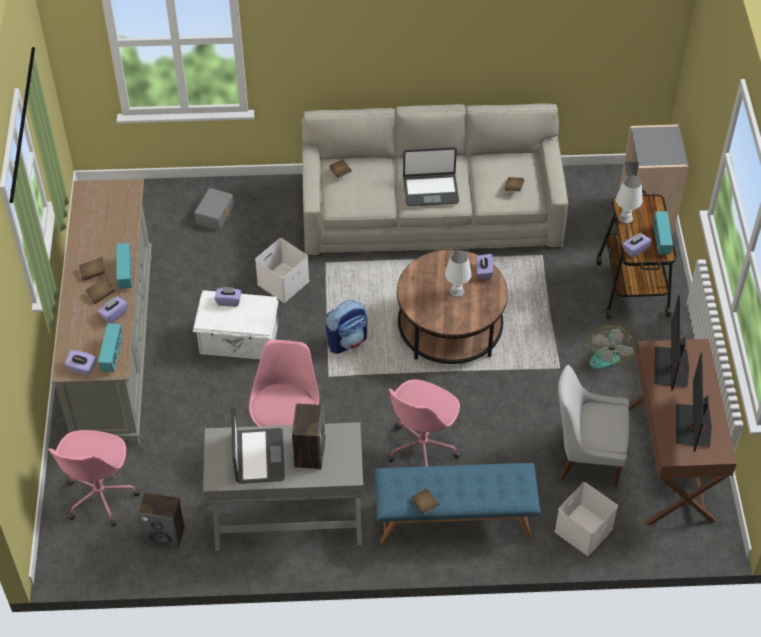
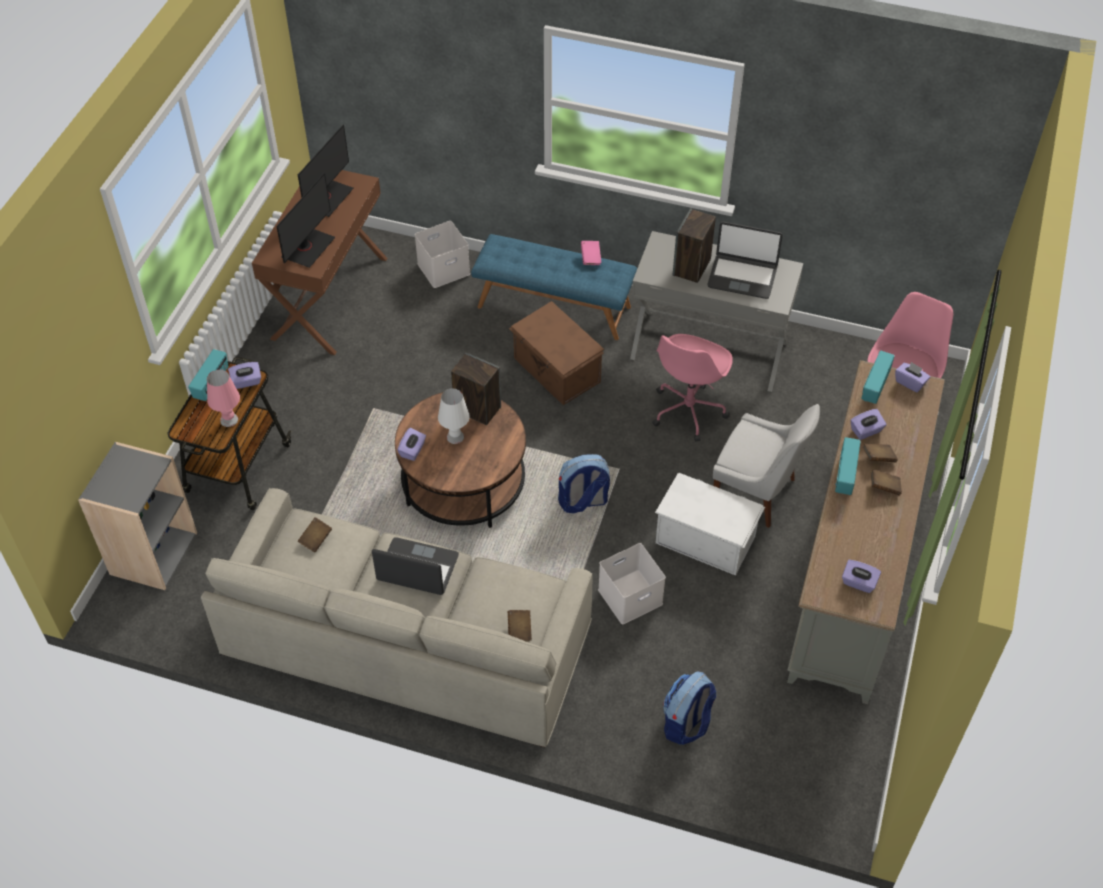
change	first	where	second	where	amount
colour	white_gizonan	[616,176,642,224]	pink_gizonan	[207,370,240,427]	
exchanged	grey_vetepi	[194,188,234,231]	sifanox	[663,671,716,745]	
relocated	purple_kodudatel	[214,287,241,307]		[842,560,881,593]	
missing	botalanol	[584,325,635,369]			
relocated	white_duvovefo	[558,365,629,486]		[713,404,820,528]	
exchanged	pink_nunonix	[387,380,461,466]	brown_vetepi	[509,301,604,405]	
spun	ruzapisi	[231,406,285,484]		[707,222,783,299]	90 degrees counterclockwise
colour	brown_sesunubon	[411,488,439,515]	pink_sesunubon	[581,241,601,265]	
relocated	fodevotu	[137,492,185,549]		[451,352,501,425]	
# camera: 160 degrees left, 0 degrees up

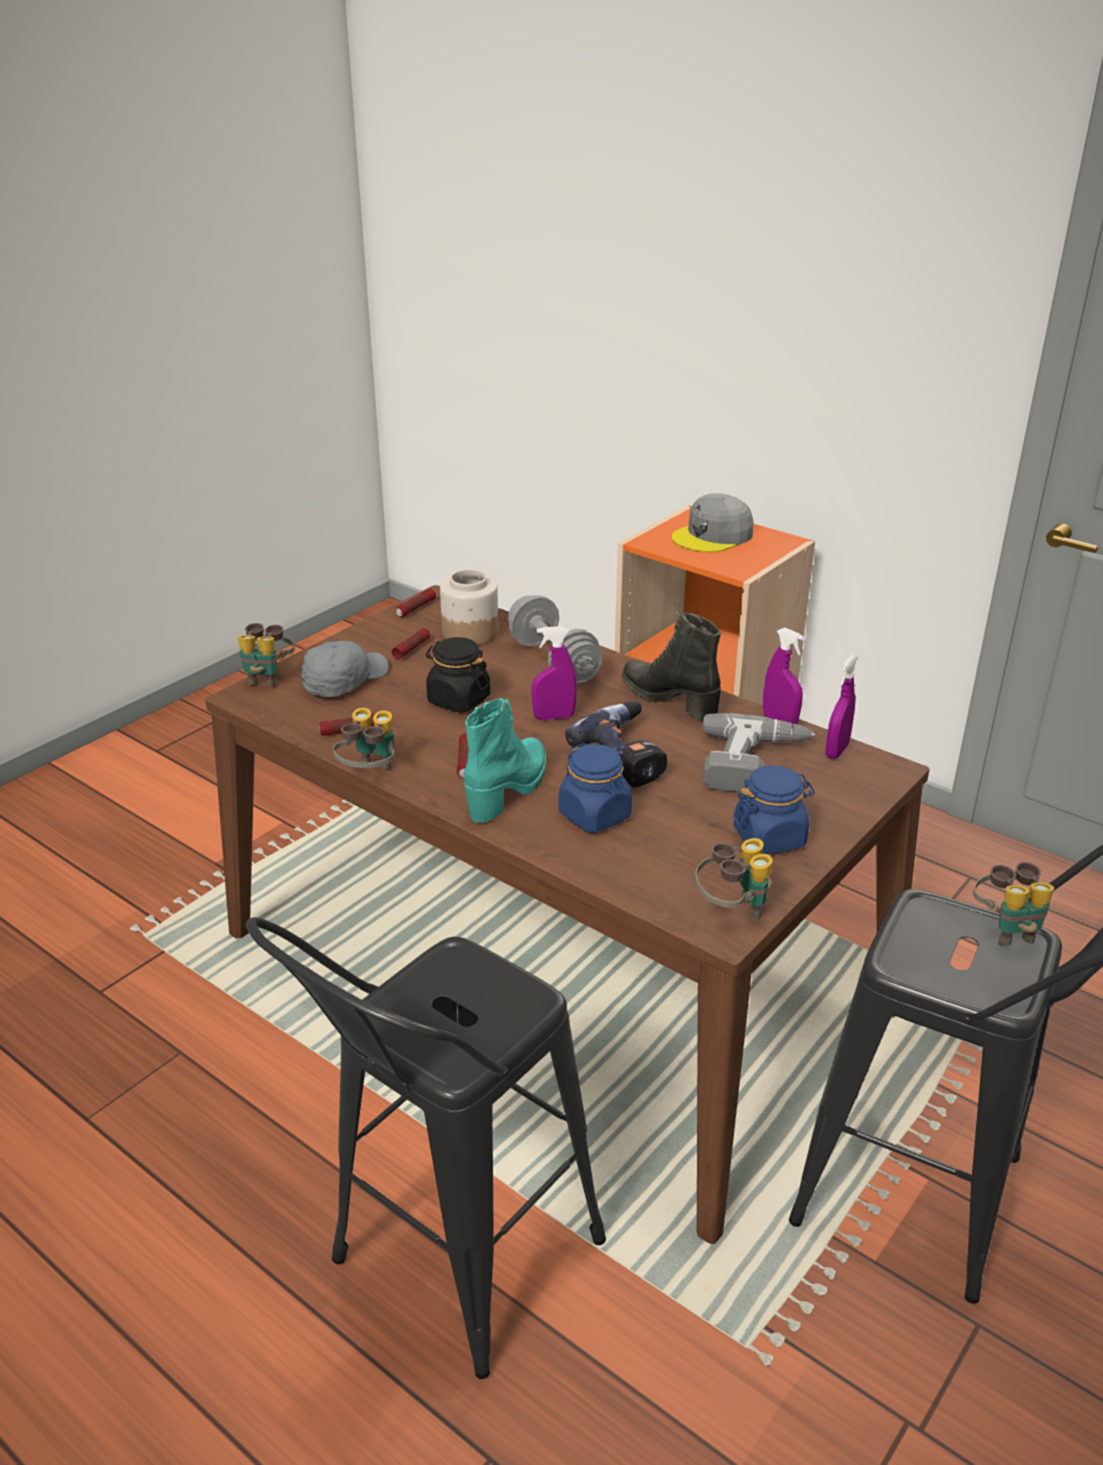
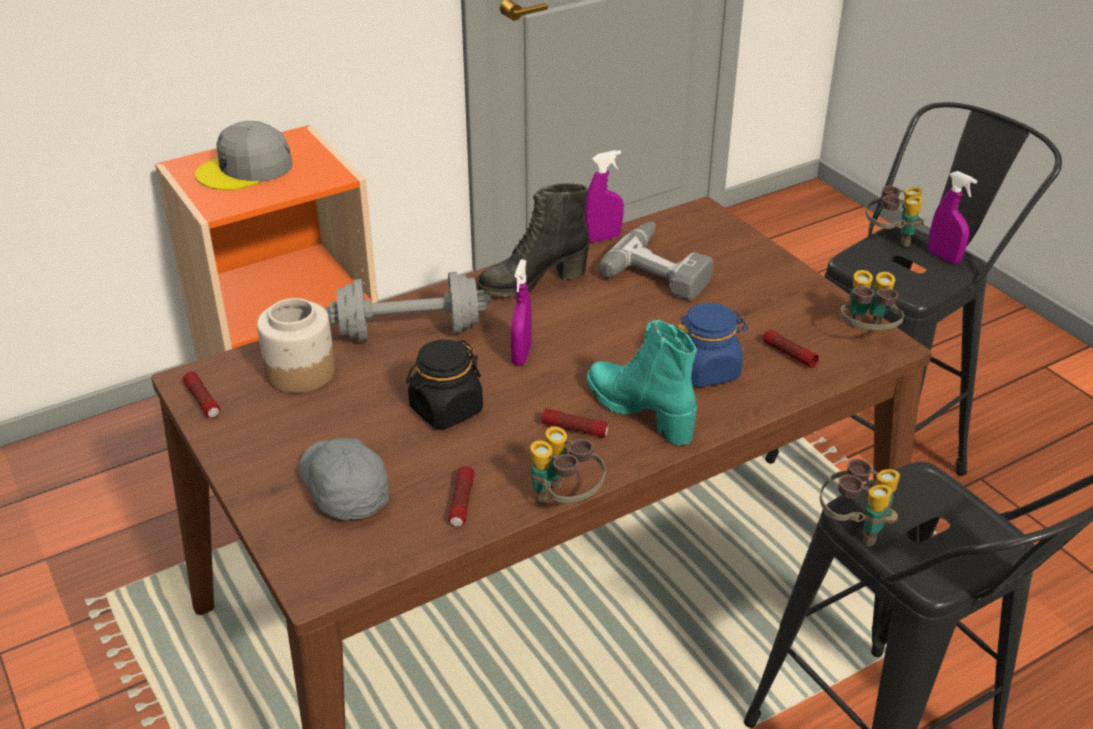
change	first	where	second	where	amount
spun	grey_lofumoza	[671,493,754,552]		[195,121,293,190]	75 degrees clockwise
relocated	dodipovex	[238,623,295,687]		[820,459,900,546]	
relocated	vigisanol	[392,628,430,659]		[763,330,819,368]	
relocated	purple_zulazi	[825,655,857,759]		[928,171,977,264]	
missing	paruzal	[565,701,667,788]			
missing	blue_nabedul	[733,765,815,854]			
# camera: 70 degrees left, 5 degrees up

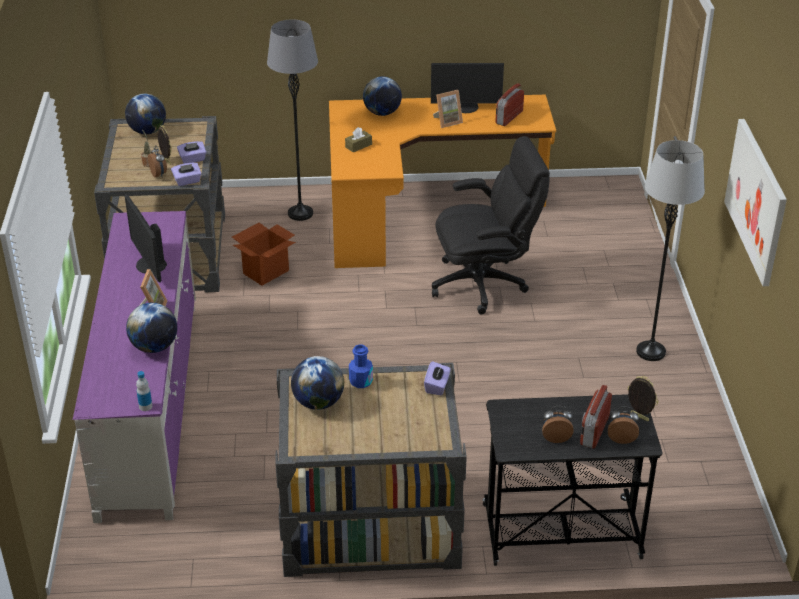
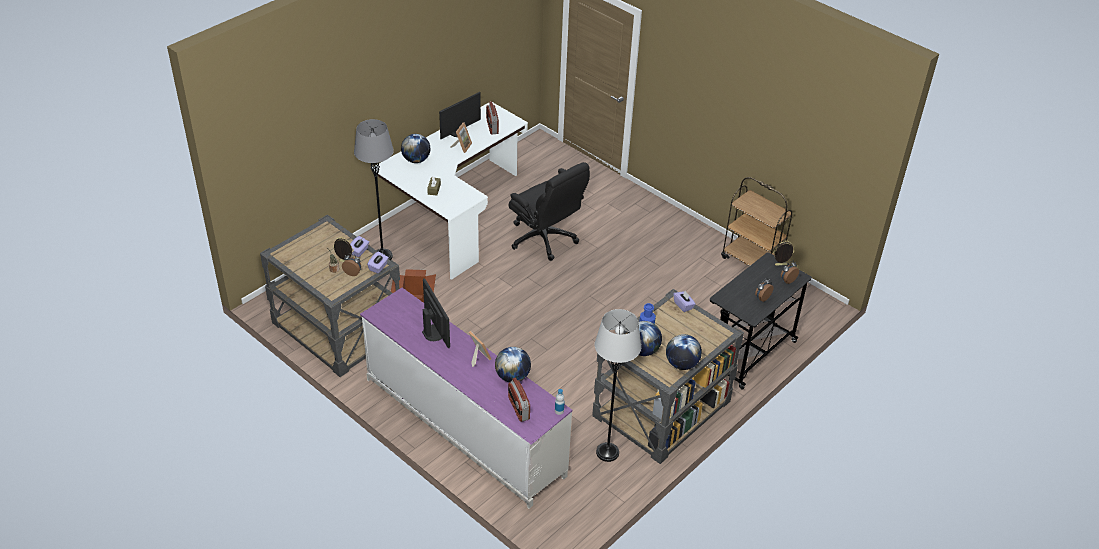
change	first	where	second	where	amount
relocated	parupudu	[125,94,166,134]		[666,334,702,370]	
colour	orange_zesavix	[329,95,556,268]	white_zesavix	[372,102,528,280]	
missing	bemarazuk	[724,119,787,286]			
spun	black_nunonix	[432,136,550,314]		[509,162,590,261]	105 degrees clockwise
relocated	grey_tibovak	[636,140,705,361]		[595,309,641,462]	
spun	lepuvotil	[125,194,167,283]		[422,278,450,348]	135 degrees counterclockwise
relocated	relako	[580,385,612,448]		[508,378,530,422]	
appeared			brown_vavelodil	[721,177,792,266]	
# camera: 45 degrees left, 5 degrees up

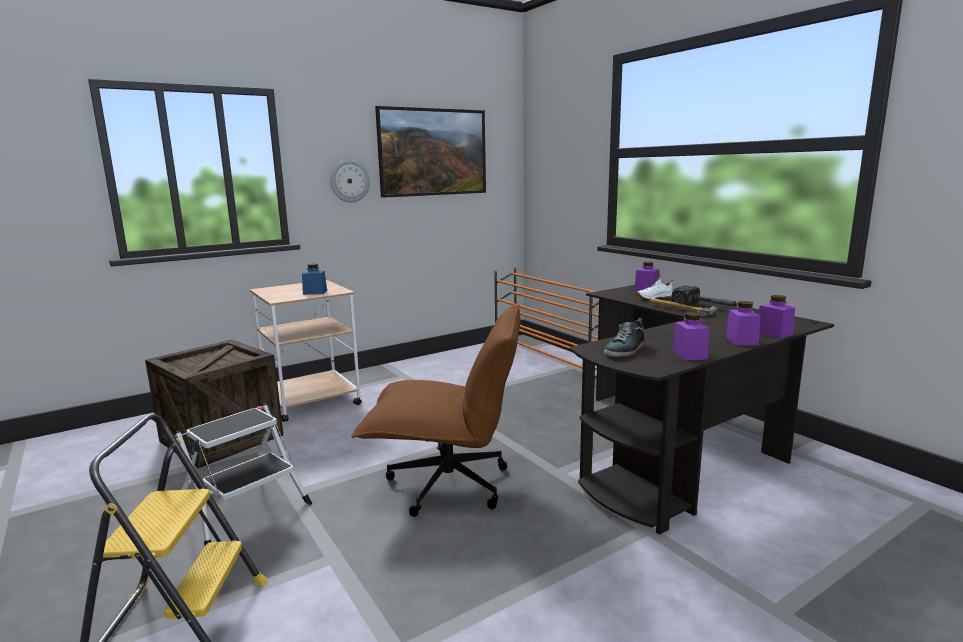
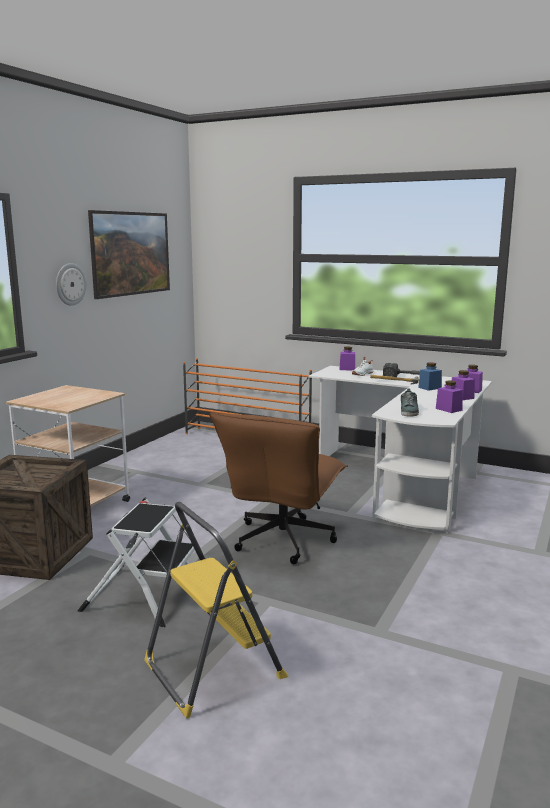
change	first	where	second	where	amount
relocated	blue_nabedul	[302,264,327,295]		[418,362,442,391]	
colour	black_zesavix	[570,285,834,535]	white_zesavix	[309,366,492,533]	
spun	brown_nunonix	[351,304,521,517]		[209,412,348,564]	135 degrees clockwise
# camera: 30 degrees left, 0 degrees up

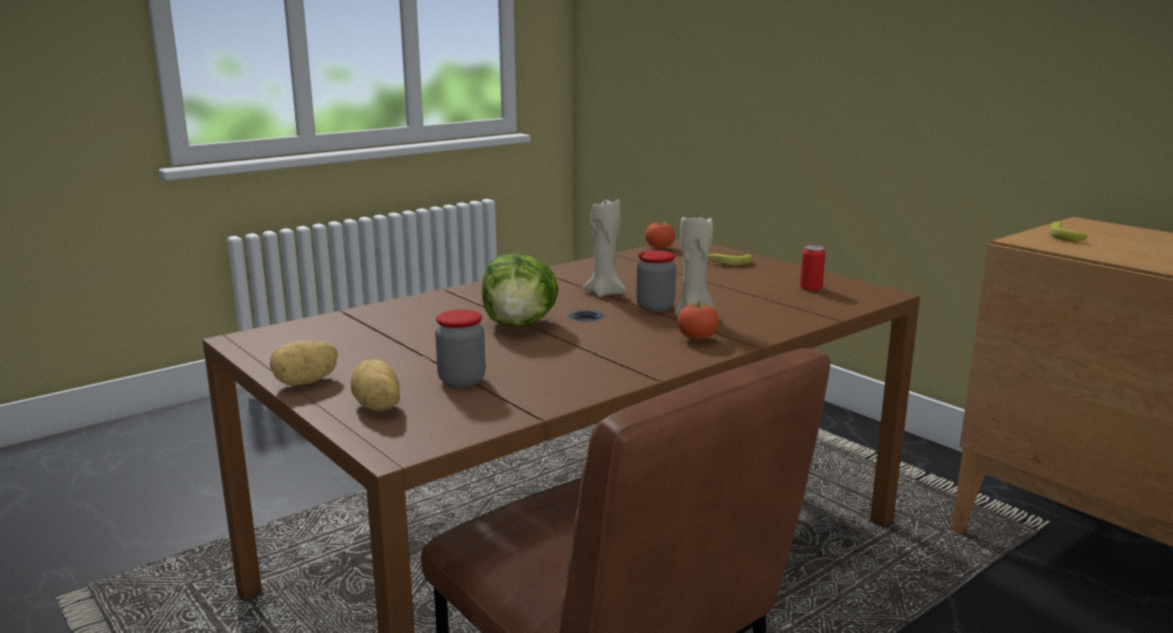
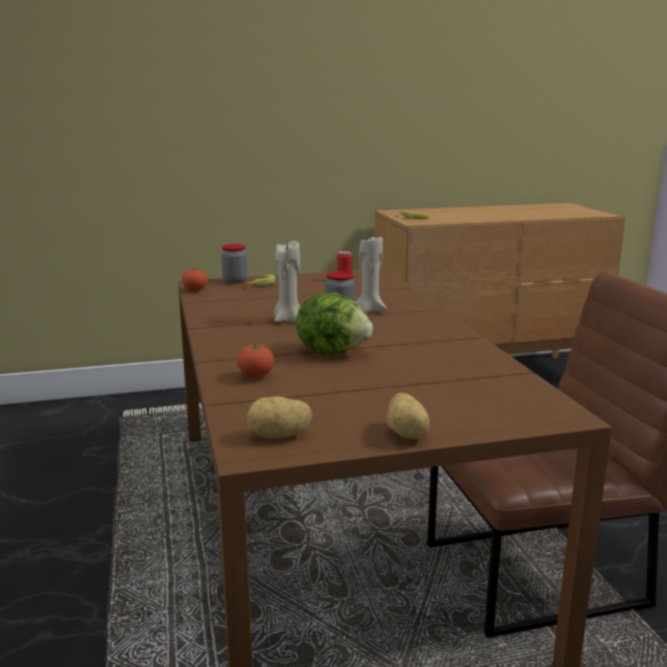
change	first	where	second	where	amount
relocated	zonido	[677,302,719,340]		[237,343,274,378]	
relocated	nabedul	[435,309,486,388]		[221,244,247,284]	
relocated	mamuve	[350,359,400,411]		[247,397,313,438]	
# camera: 65 degrees left, 0 degrees up

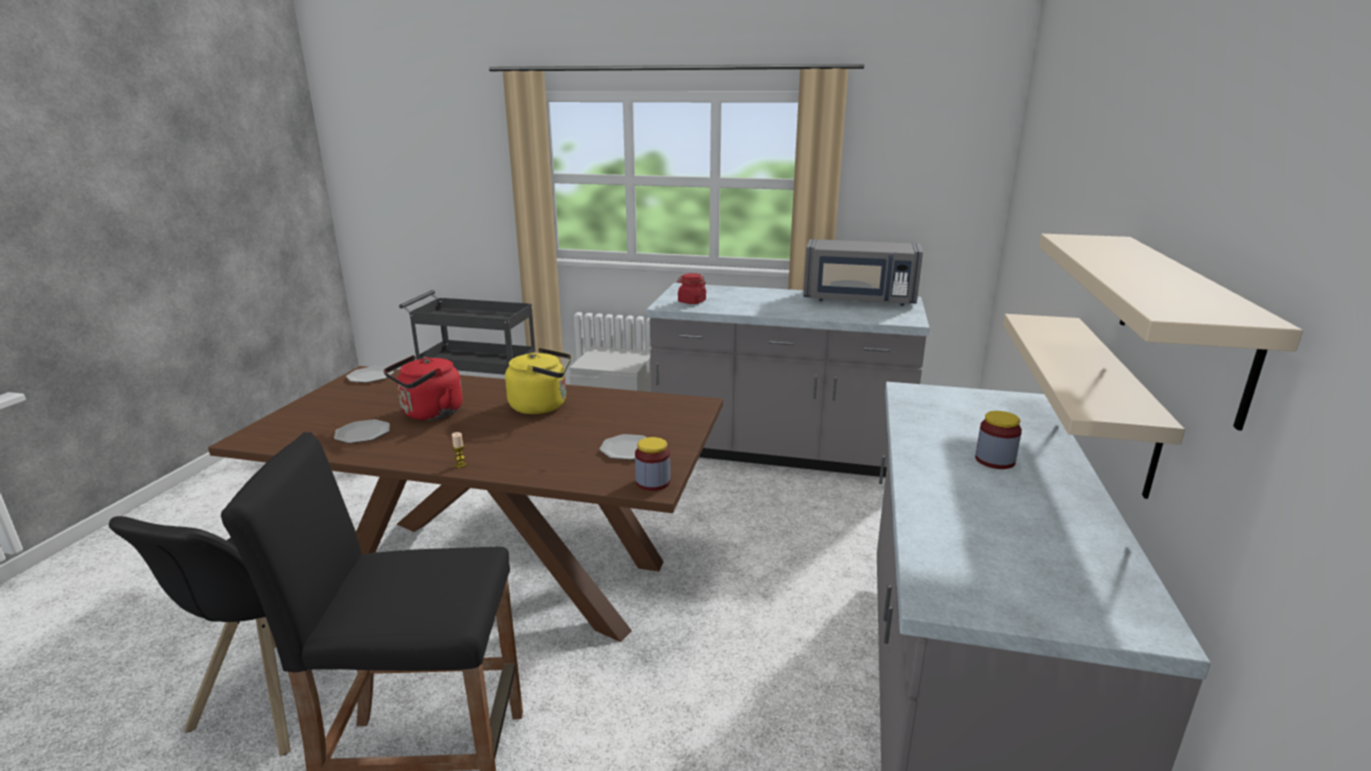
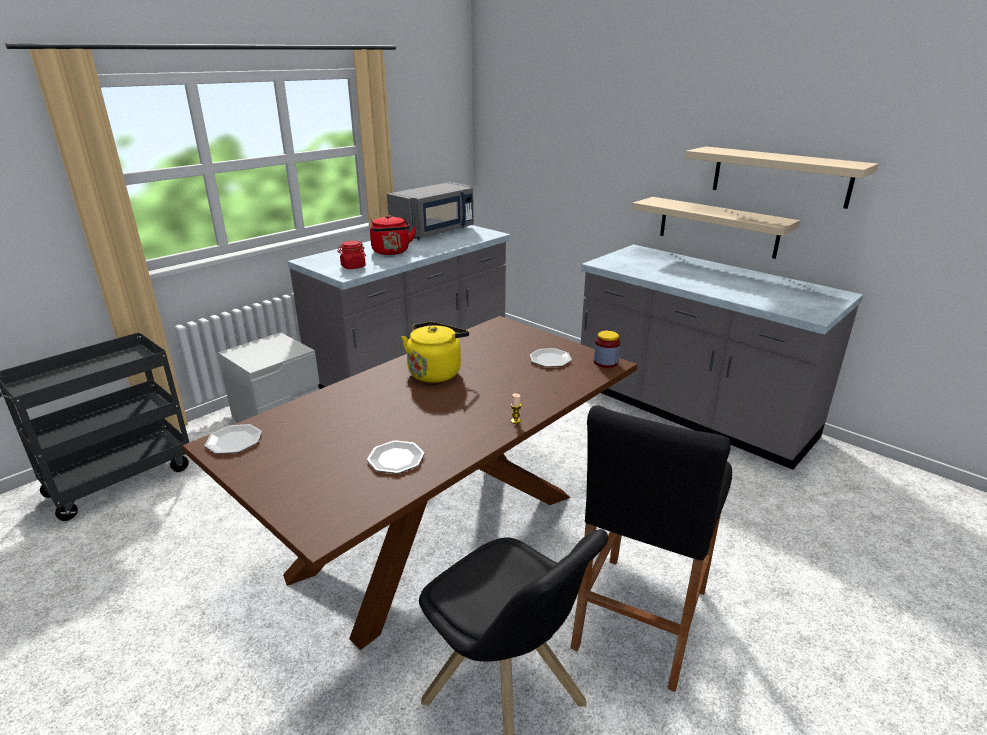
change	first	where	second	where	amount
relocated	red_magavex	[383,355,463,420]		[370,215,416,255]	
missing	nabedul	[975,411,1022,469]			
# camera: 60 degrees left, 5 degrees up

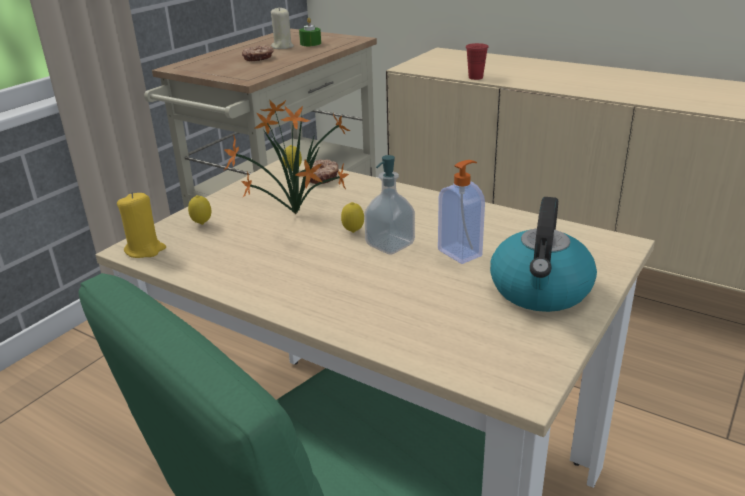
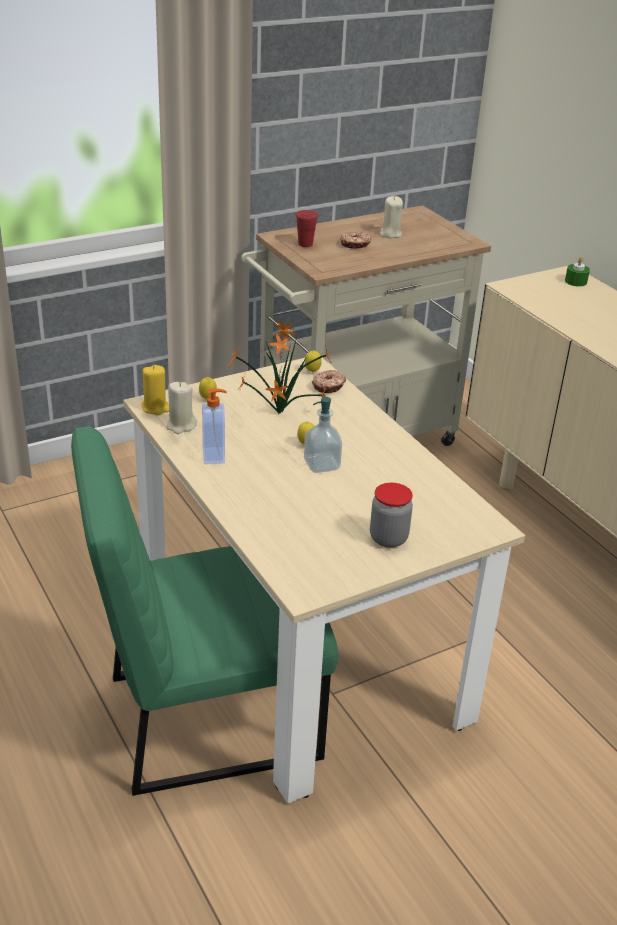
change	first	where	second	where	amount
relocated	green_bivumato	[299,18,321,46]		[565,257,590,287]	
relocated	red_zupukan	[466,43,489,80]		[296,210,318,247]	
relocated	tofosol	[438,160,485,264]		[202,388,227,464]	
exchanged	magavex	[490,197,597,312]	nabedul	[370,483,413,548]	
appeared			beige_bivumato	[166,382,197,434]	
# camera: 25 degrees right, 5 degrees up

